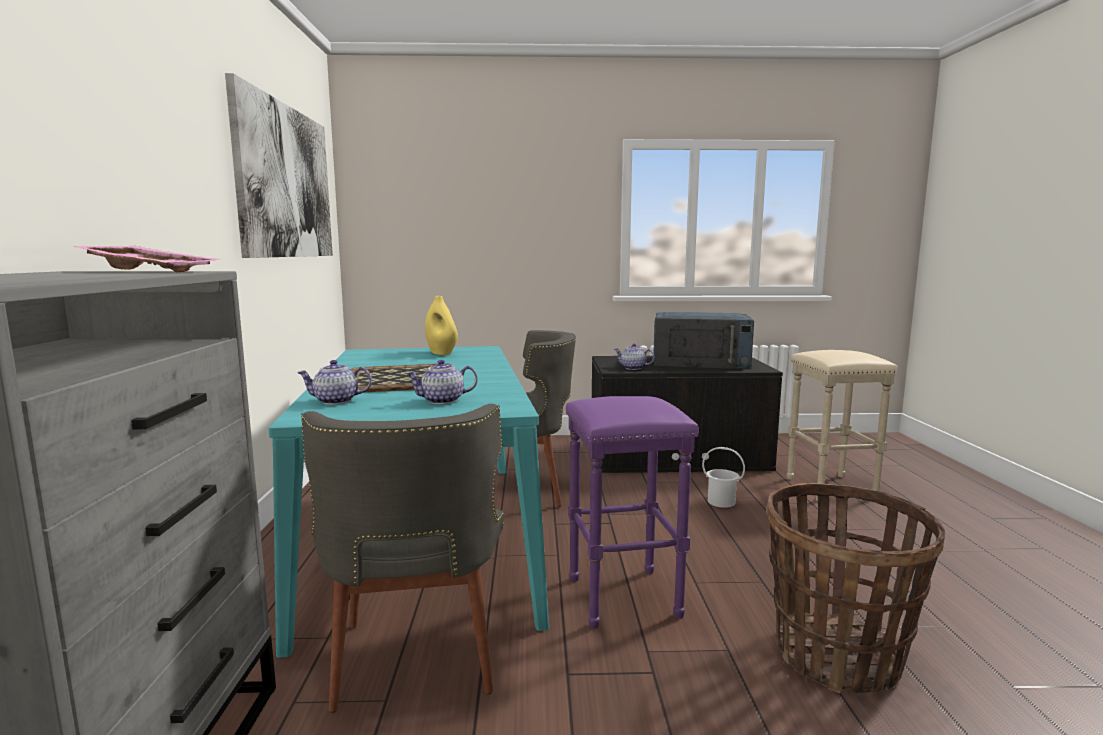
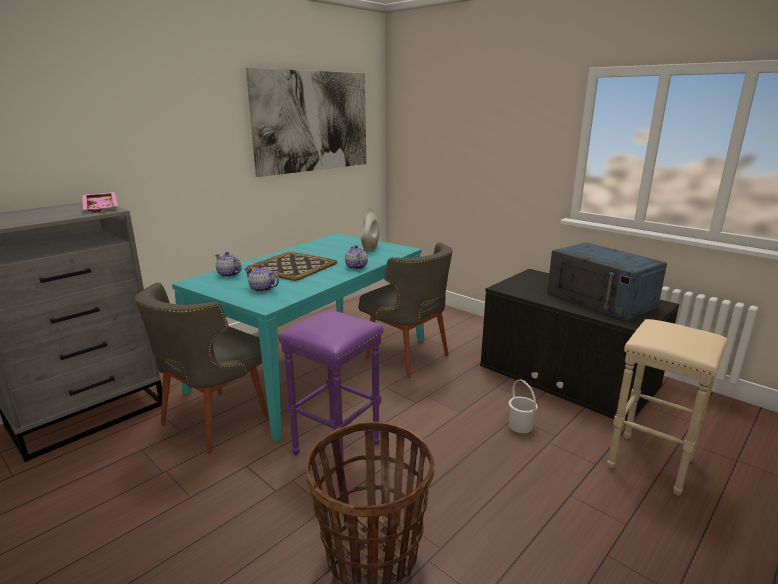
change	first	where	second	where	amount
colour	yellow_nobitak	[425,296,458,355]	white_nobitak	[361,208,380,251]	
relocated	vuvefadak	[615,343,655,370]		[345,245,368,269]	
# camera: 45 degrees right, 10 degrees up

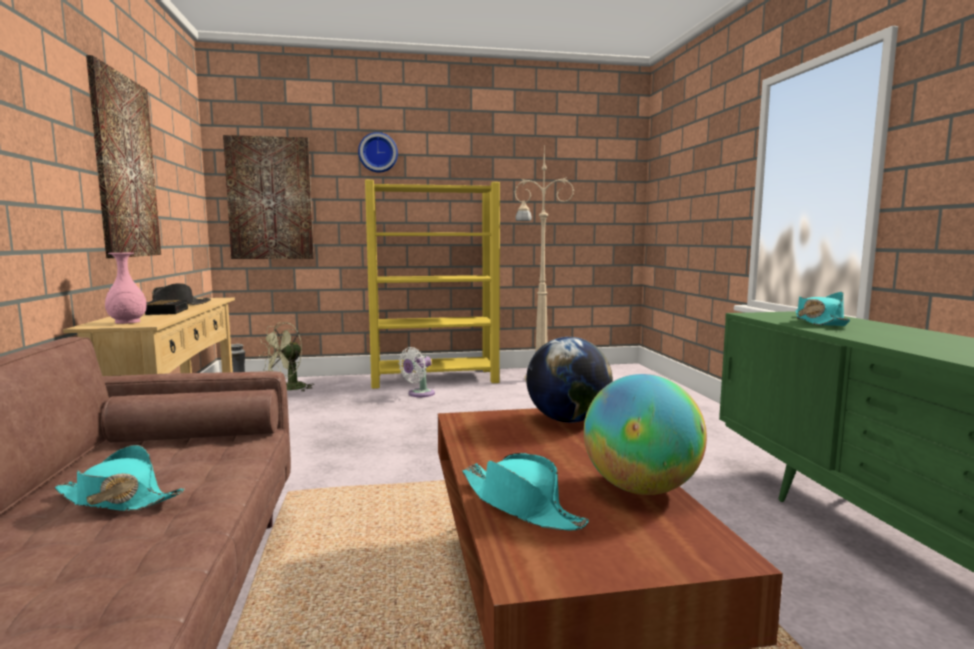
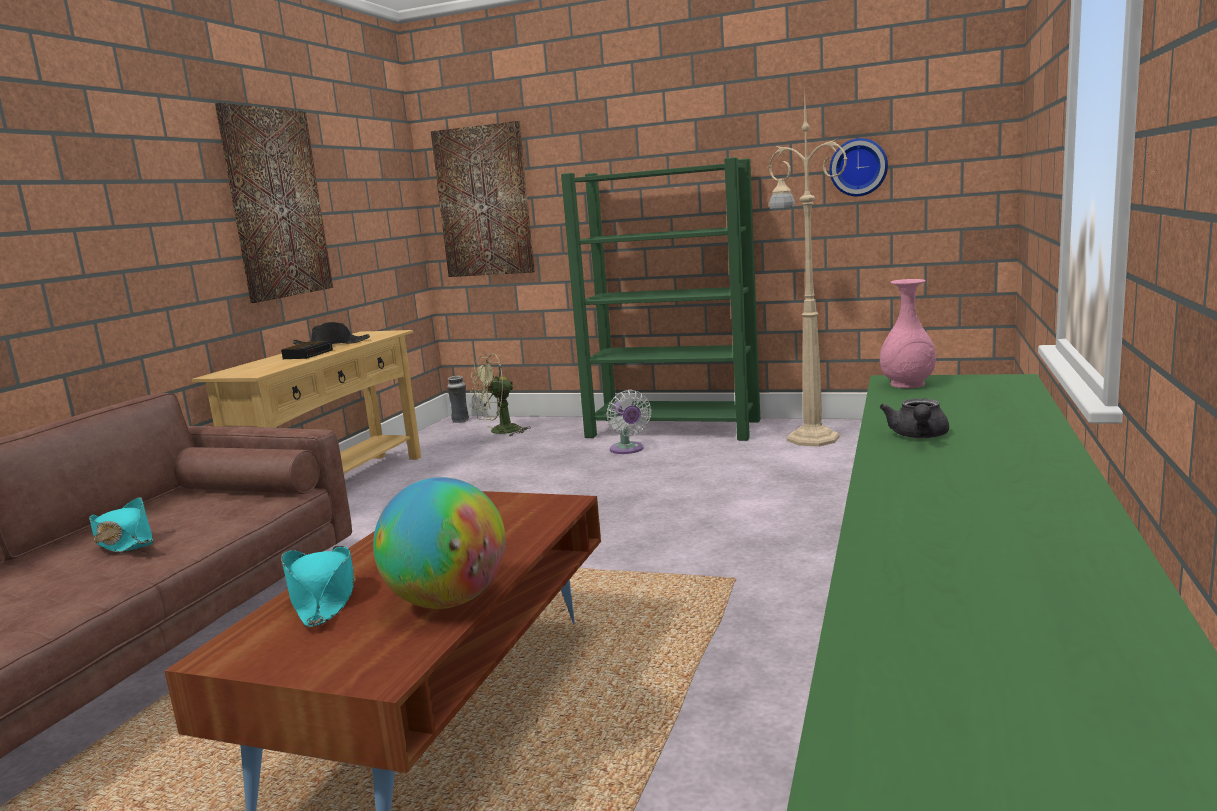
change	first	where	second	where	amount
relocated	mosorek	[358,132,398,173]		[830,138,888,196]	
colour	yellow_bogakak	[365,180,500,389]	green_bogakak	[561,157,760,441]	
relocated	pink_nobitak	[105,253,147,324]		[880,279,936,388]	
missing	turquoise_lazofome	[796,292,850,326]			
missing	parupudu	[526,337,613,423]			
spun	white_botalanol	[398,347,435,397]		[606,390,652,454]	90 degrees counterclockwise
appeared			grey_vuvefadak	[880,398,949,439]	
# camera: 30 degrees right, 5 degrees up

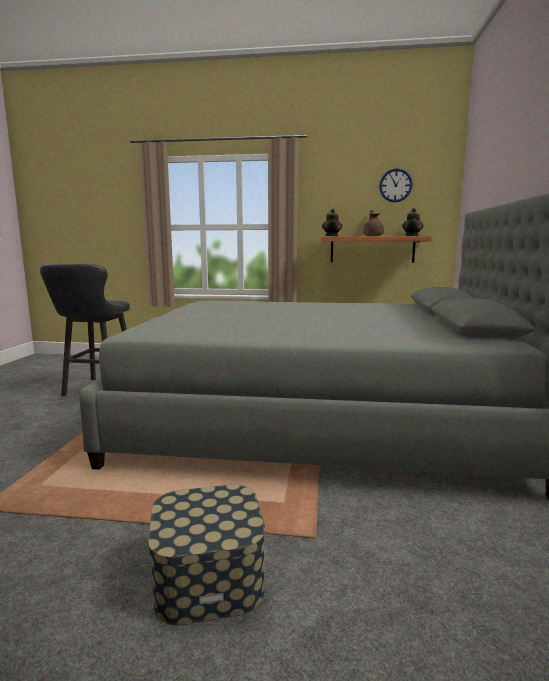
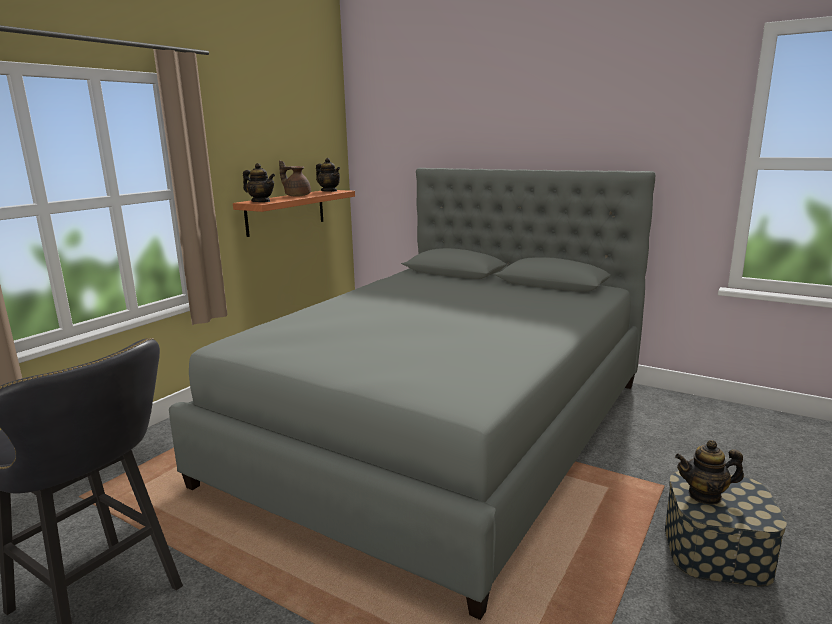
change	first	where	second	where	amount
missing	mosorek	[379,168,413,202]			
appeared			vuvefadak	[675,440,744,505]	
# camera: 65 degrees left, 5 degrees up

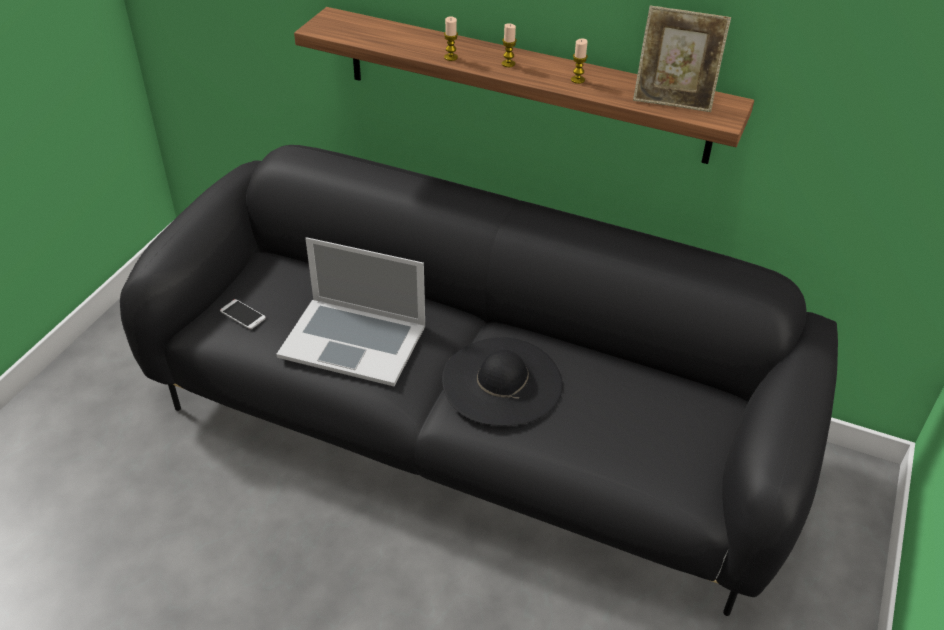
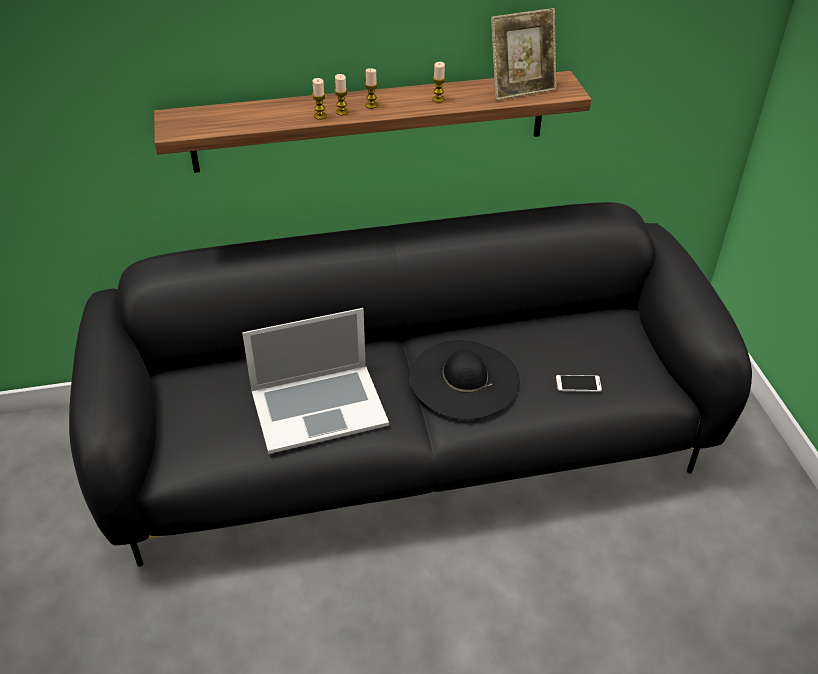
change	first	where	second	where	amount
relocated	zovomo	[220,299,266,329]		[556,375,602,392]	
appeared			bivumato	[334,74,349,116]	
# camera: 35 degrees left, 0 degrees up

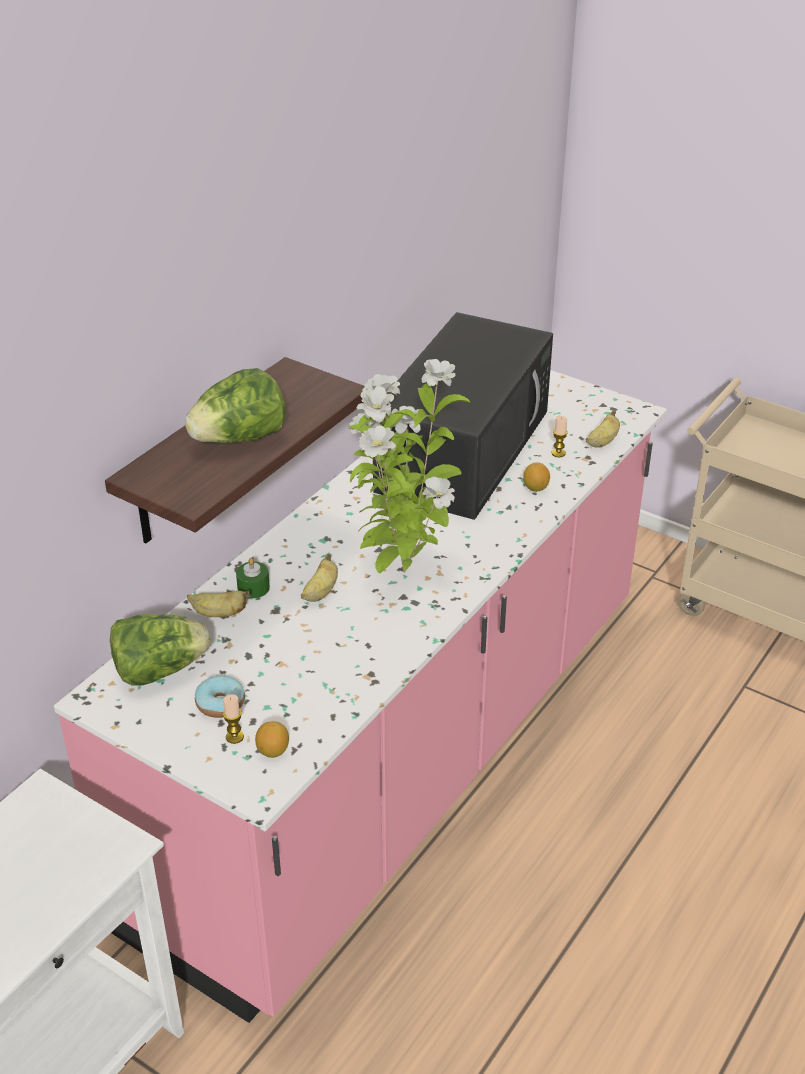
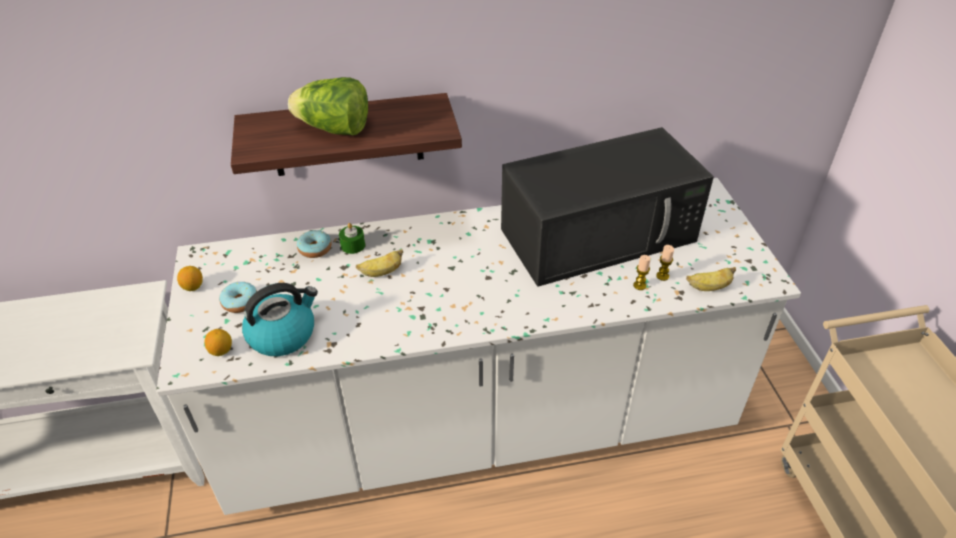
change	first	where	second	where	amount
missing	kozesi	[348,359,471,573]			
colour	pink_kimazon	[54,370,667,1023]	white_kimazon	[156,178,801,515]	
relocated	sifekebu	[523,462,550,492]		[177,266,203,291]	
exchanged	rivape	[187,591,250,617]	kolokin	[297,230,332,258]	
missing	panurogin	[110,614,210,686]			
relocated	bivumato	[223,694,244,744]		[633,255,651,290]	
appeared			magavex	[242,283,318,356]	
# camera: 45 degrees right, 5 degrees up

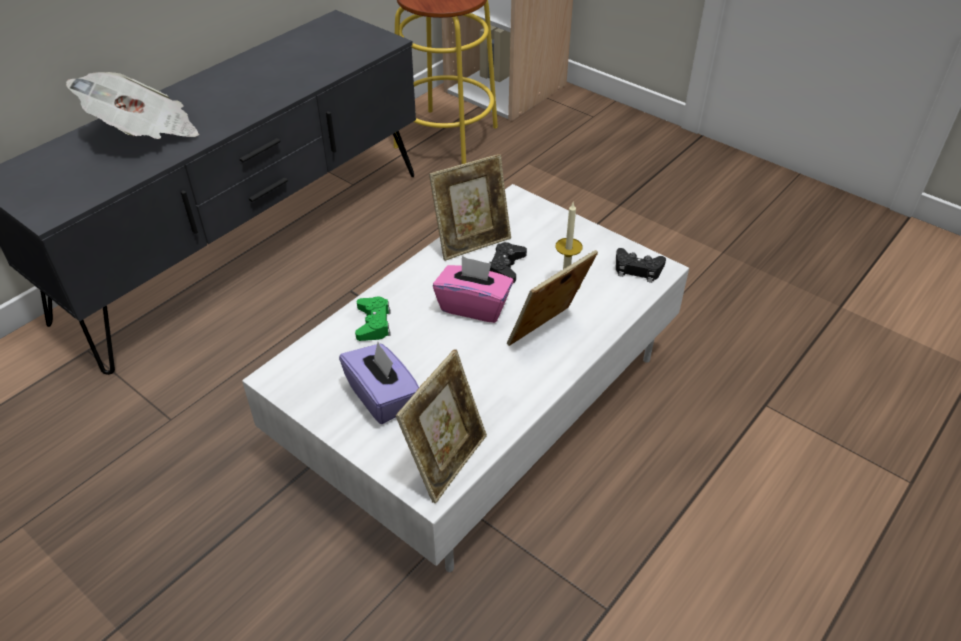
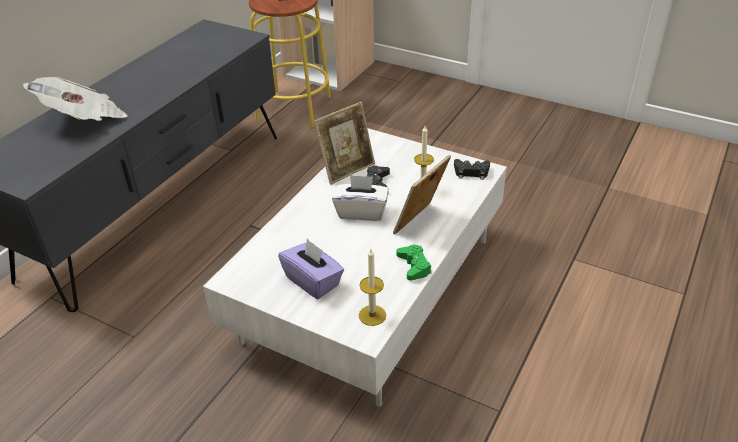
change	first	where	second	where	amount
colour	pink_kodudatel	[433,256,514,323]	white_kodudatel	[332,175,389,221]	
relocated	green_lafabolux	[355,297,391,341]		[396,245,431,281]	
exchanged	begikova	[396,349,487,504]	bivumato	[359,249,386,326]	
# camera: 10 degrees left, 5 degrees down

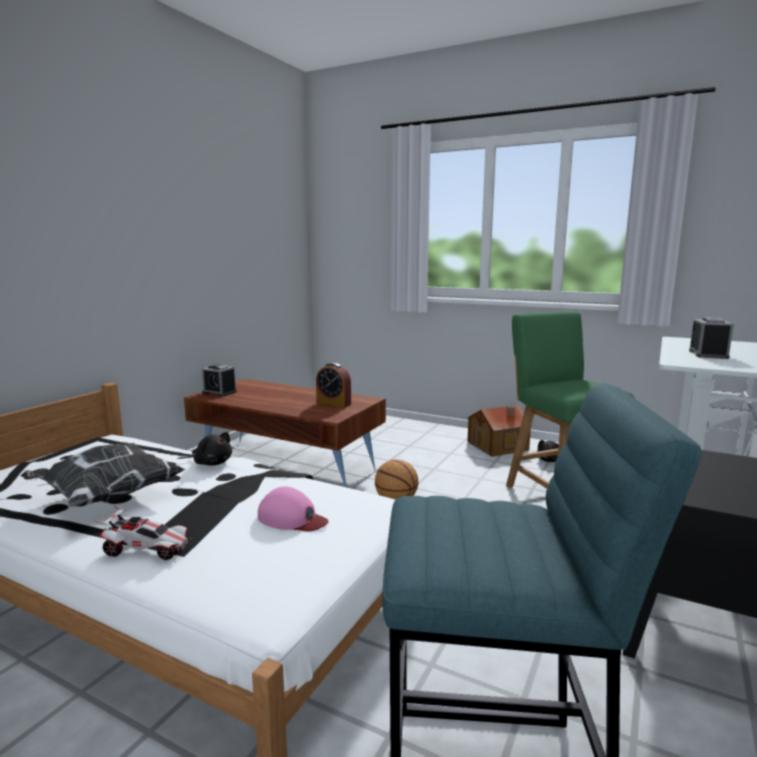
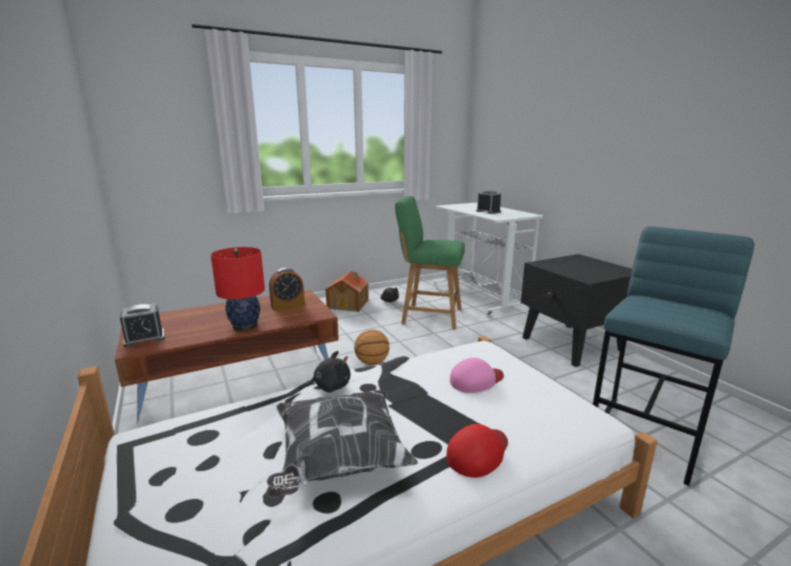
change	first	where	second	where	amount
exchanged	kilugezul	[94,506,191,560]	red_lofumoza	[446,424,508,478]	
appeared			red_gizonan	[211,247,265,331]	
# camera: 55 degrees left, 5 degrees up

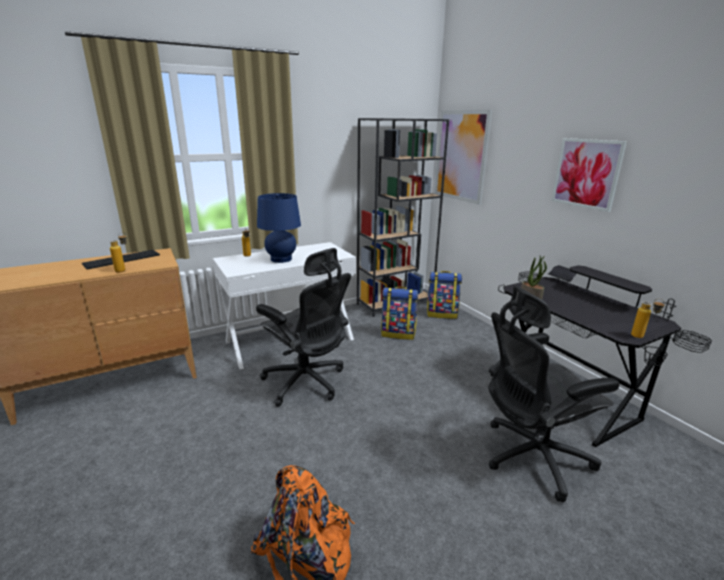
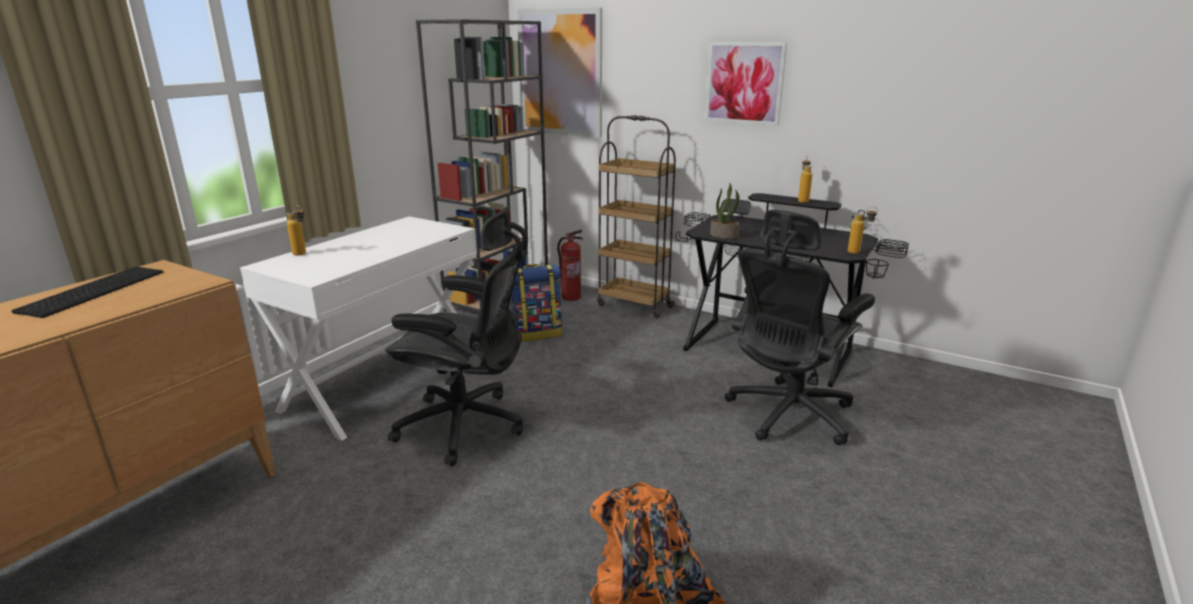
change	first	where	second	where	amount
missing	blue_gizonan	[257,193,301,263]			
relocated	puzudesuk	[110,232,127,273]		[798,156,812,203]	
exchanged	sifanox	[427,271,462,319]	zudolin	[557,230,583,301]	
appeared			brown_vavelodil	[597,115,677,319]	
# camera: 30 degrees left, 0 degrees up

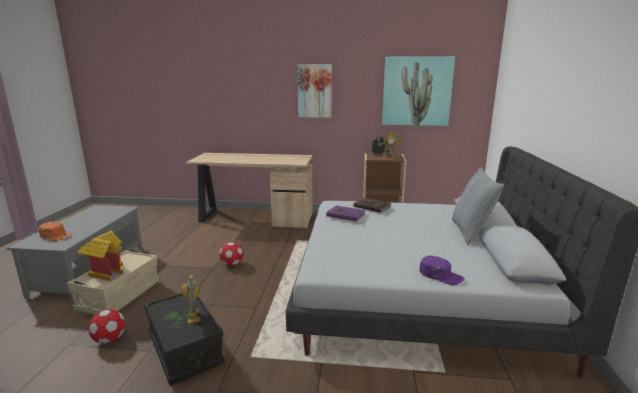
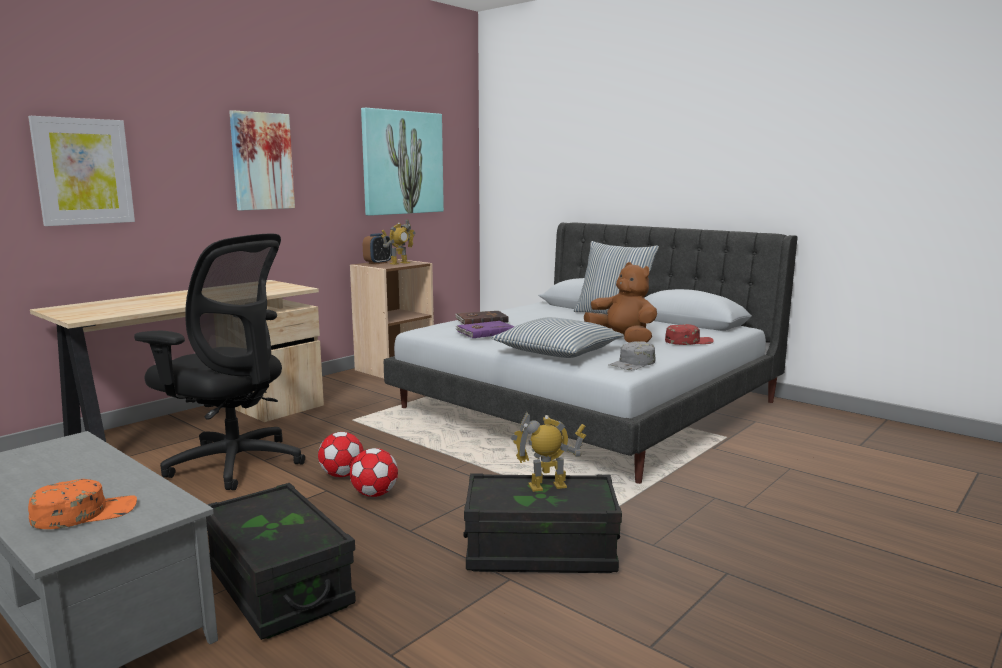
change	first	where	second	where	amount
missing	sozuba	[78,231,123,281]			
colour	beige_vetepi	[67,250,160,315]	black_vetepi	[206,483,356,640]	
colour	purple_lofumoza	[419,256,465,285]	red_lofumoza	[665,324,714,345]	
spun	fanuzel	[182,271,200,324]		[511,412,586,492]	150 degrees clockwise
relocated	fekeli	[88,309,125,344]		[350,448,398,497]	
appeared			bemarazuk	[28,116,135,226]	
appeared			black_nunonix	[134,234,305,490]	
appeared			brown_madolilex	[584,262,657,342]	
appeared			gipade	[491,317,624,358]	
appeared			grey_lofumoza	[608,341,655,370]	
# camera: 55 degrees left, 5 degrees down

